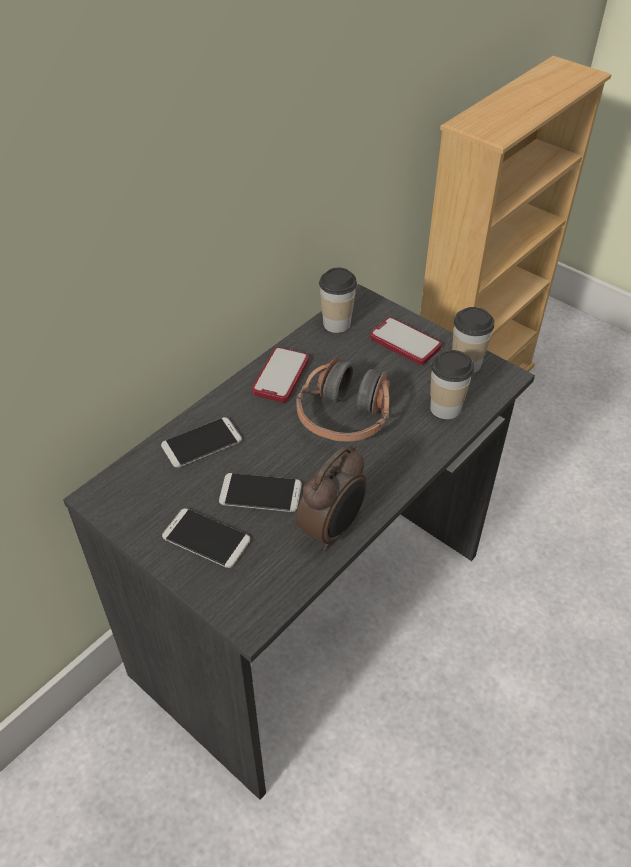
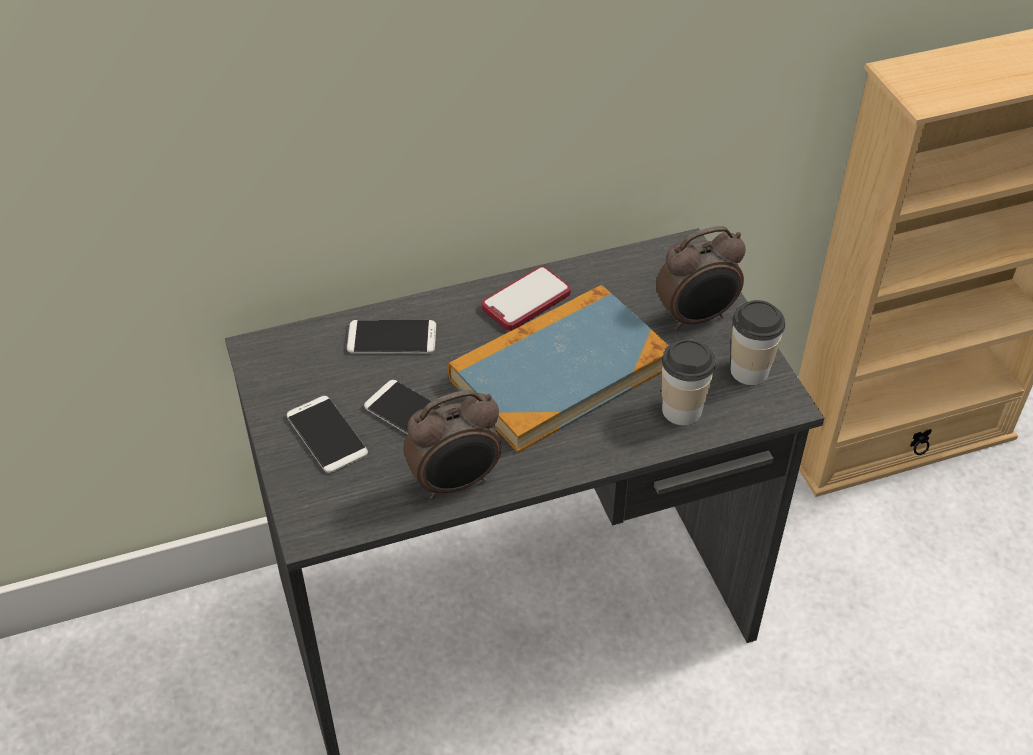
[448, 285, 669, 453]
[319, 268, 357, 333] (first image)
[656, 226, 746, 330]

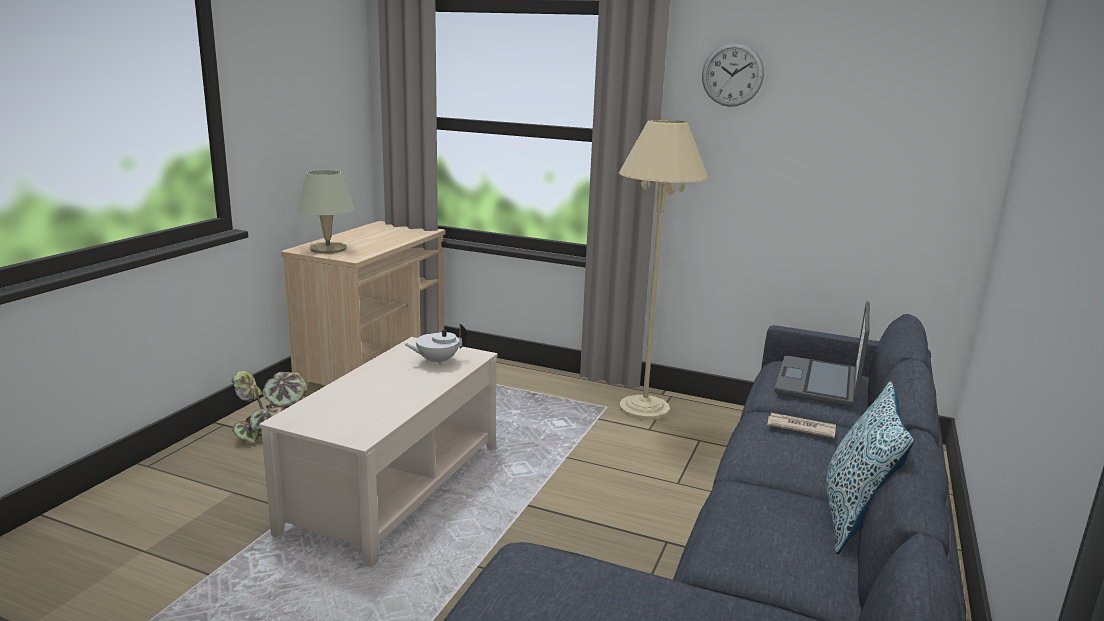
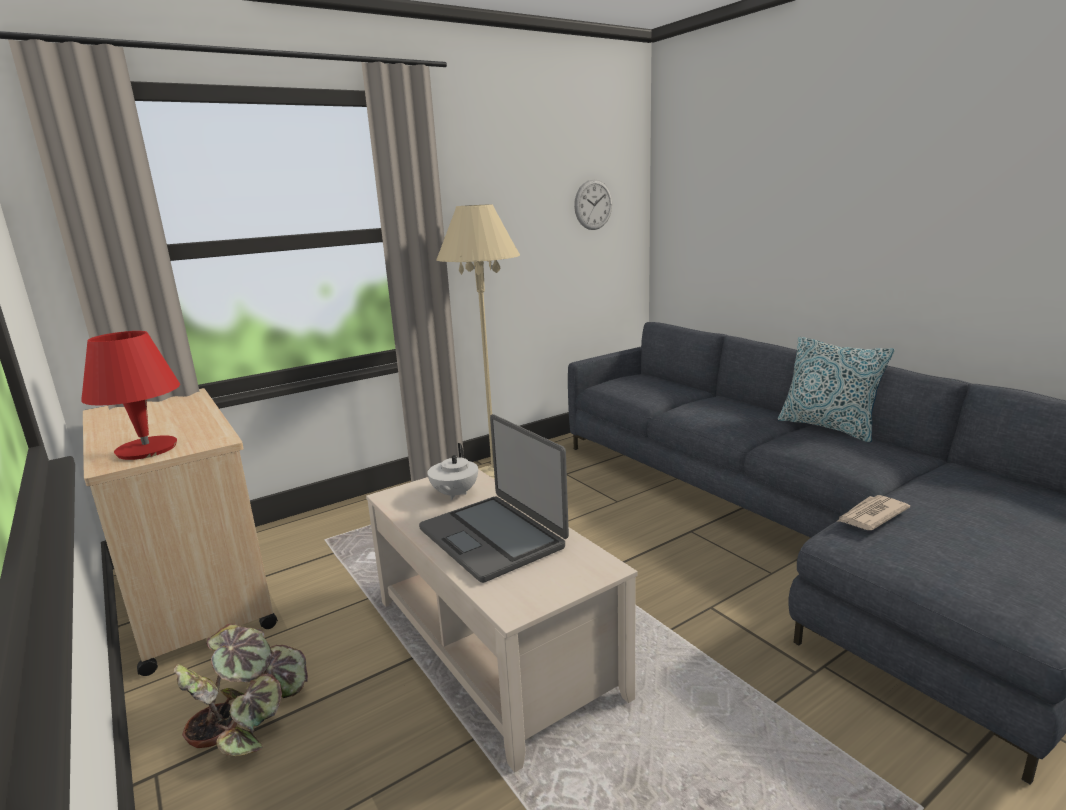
[81, 331, 180, 460]
[574, 179, 612, 230]
[836, 495, 910, 530]
[419, 414, 569, 583]

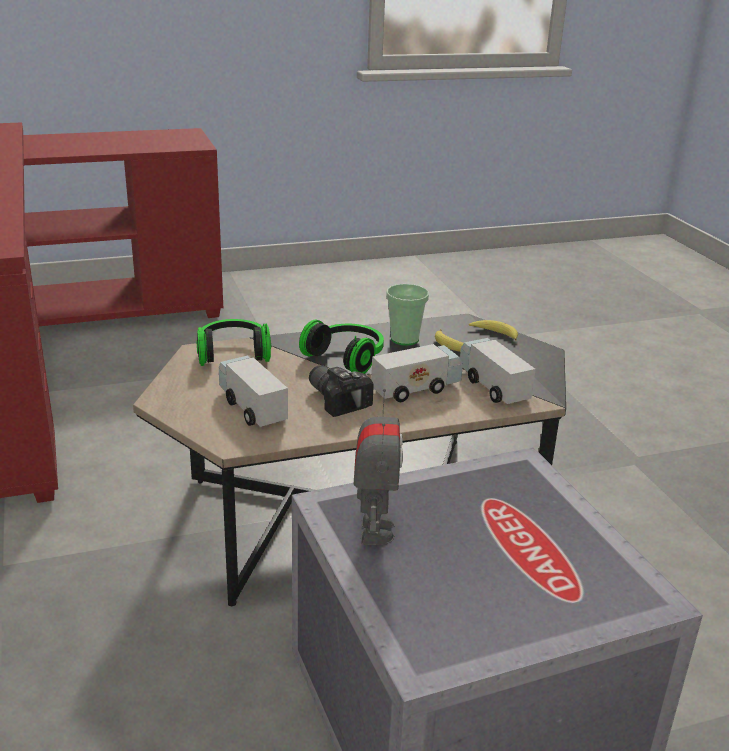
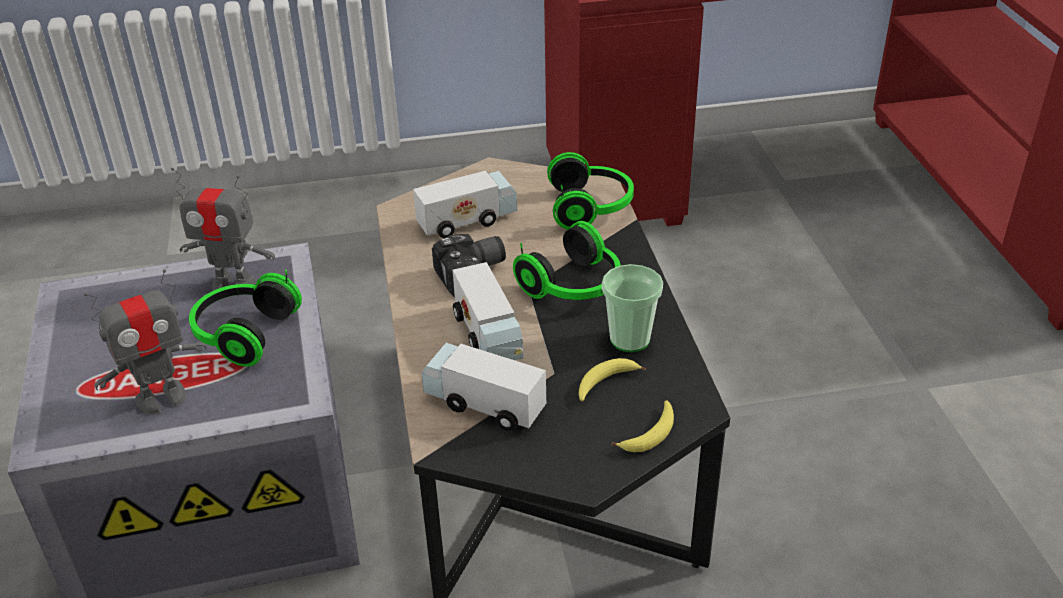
[422, 343, 546, 431]
[84, 269, 206, 415]
[189, 270, 302, 367]

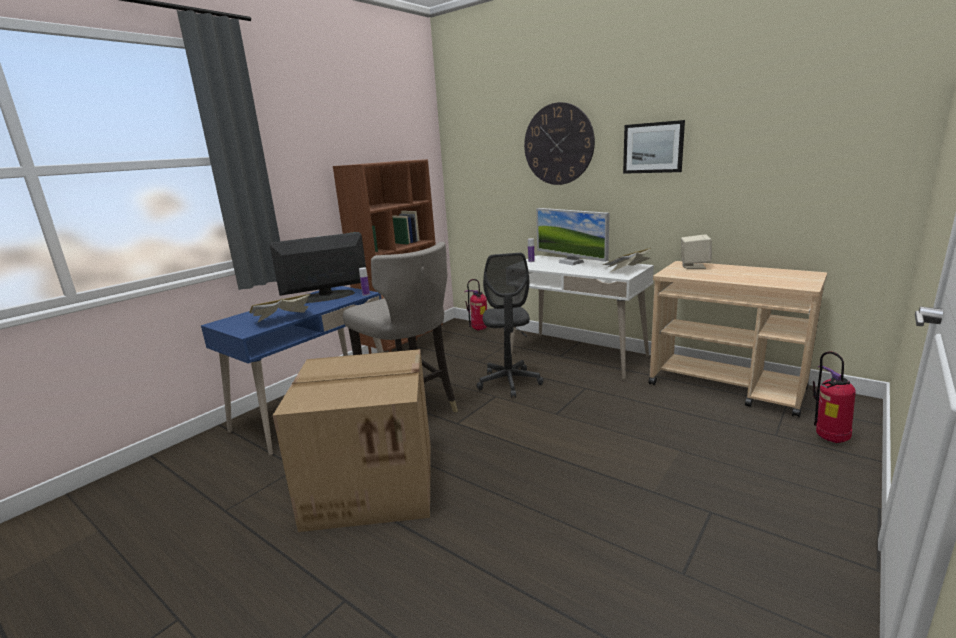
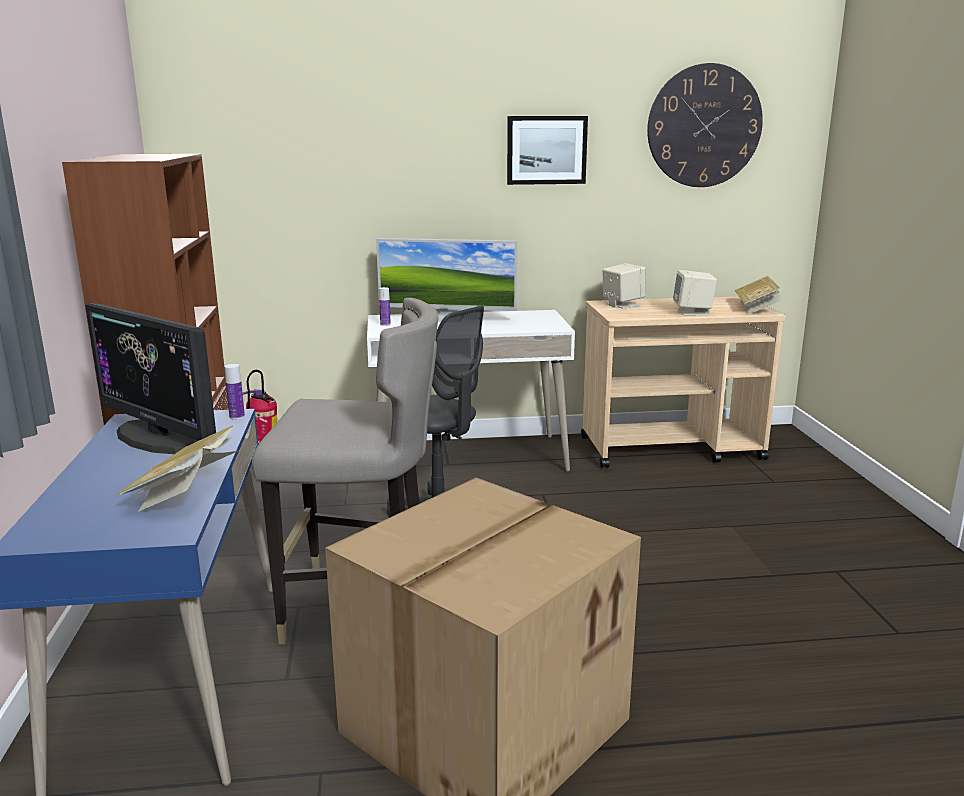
[85, 303, 216, 454]
[647, 63, 763, 187]
[735, 276, 783, 314]
[813, 351, 856, 443] (first image)
[673, 270, 717, 316]

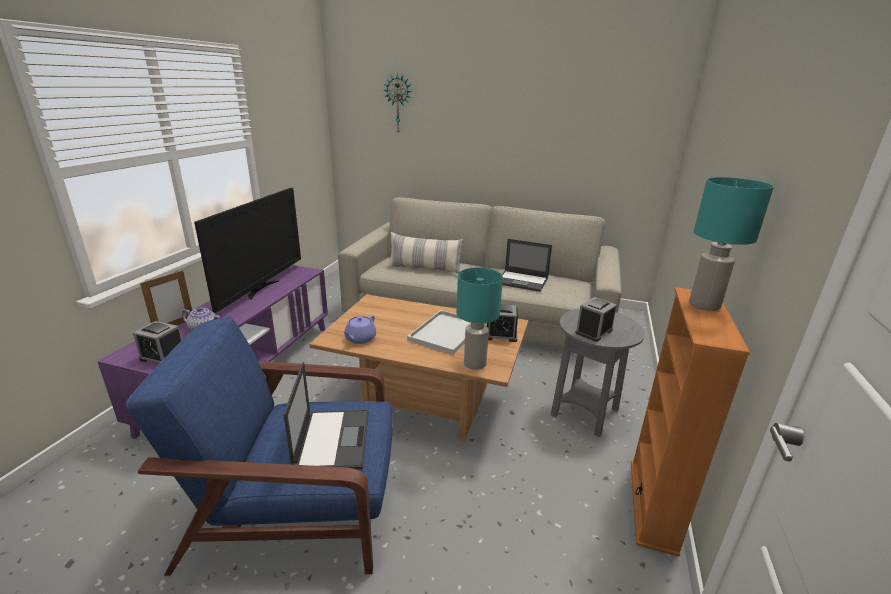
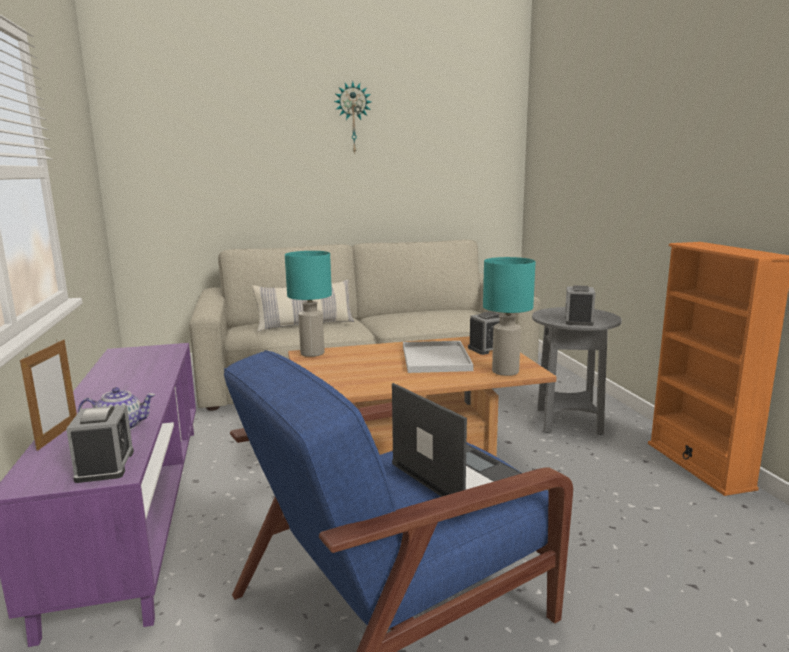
[66, 405, 134, 483]
[194, 188, 301, 313] (first image)
[343, 315, 376, 344] (first image)
[334, 81, 371, 155]
[502, 239, 552, 292] (first image)
[285, 251, 332, 357]

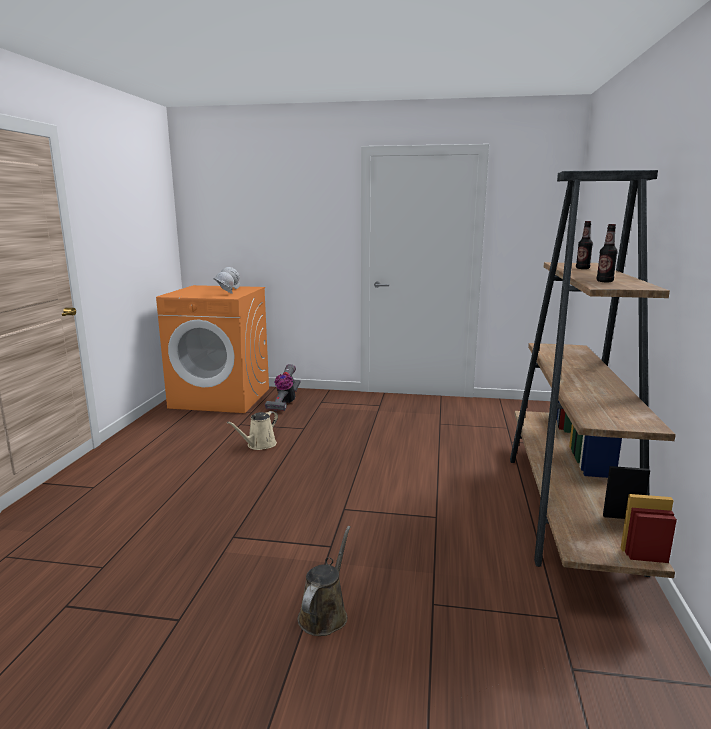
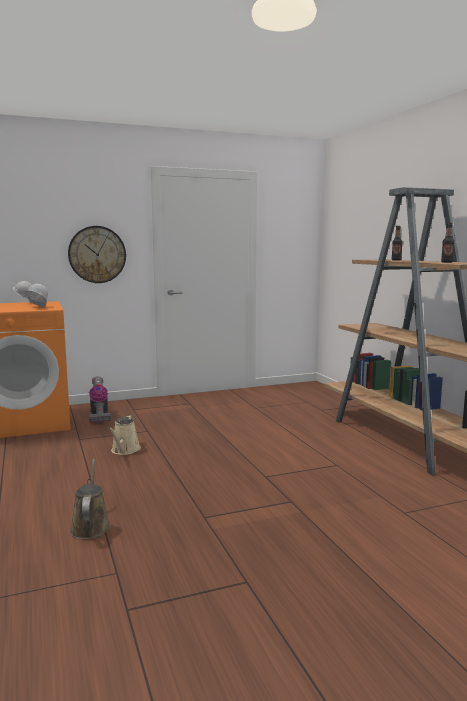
[69, 459, 111, 539]
[68, 226, 126, 283]

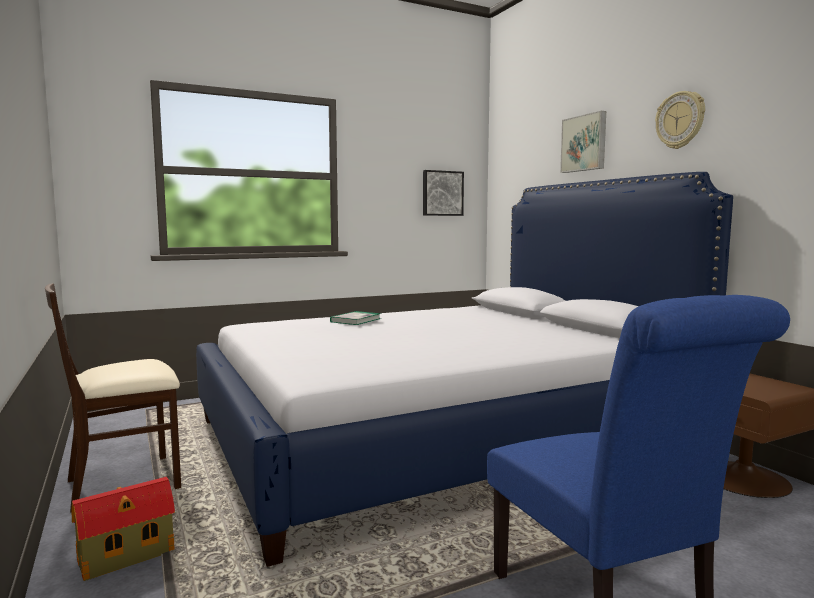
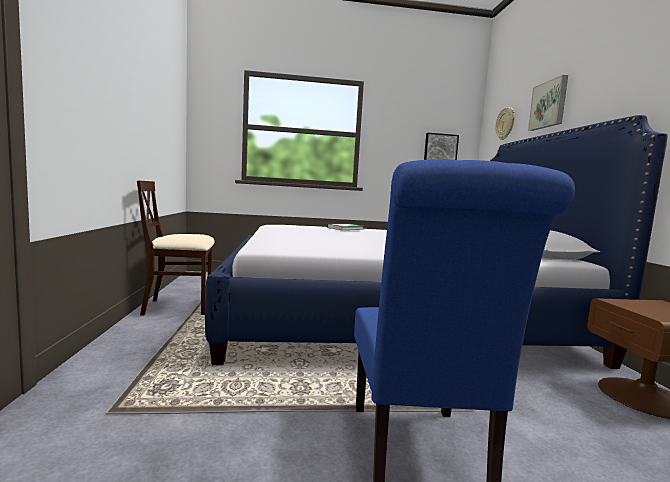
[72, 477, 175, 581] (first image)
[495, 107, 515, 140]

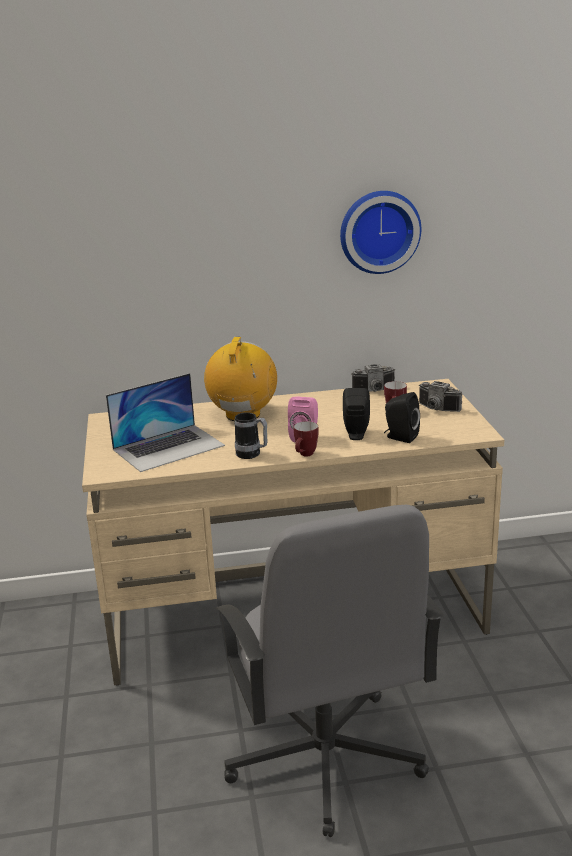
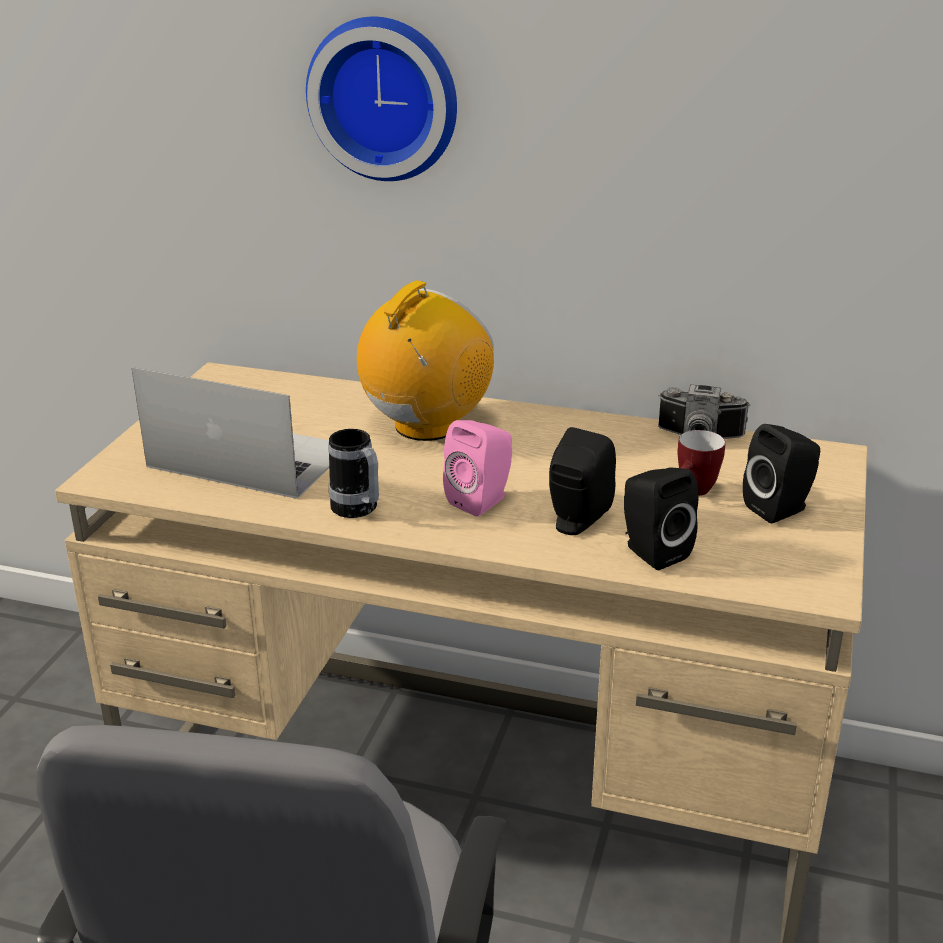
[132, 367, 329, 499]
[294, 421, 319, 457] (first image)
[306, 17, 457, 181]
[743, 424, 820, 523]

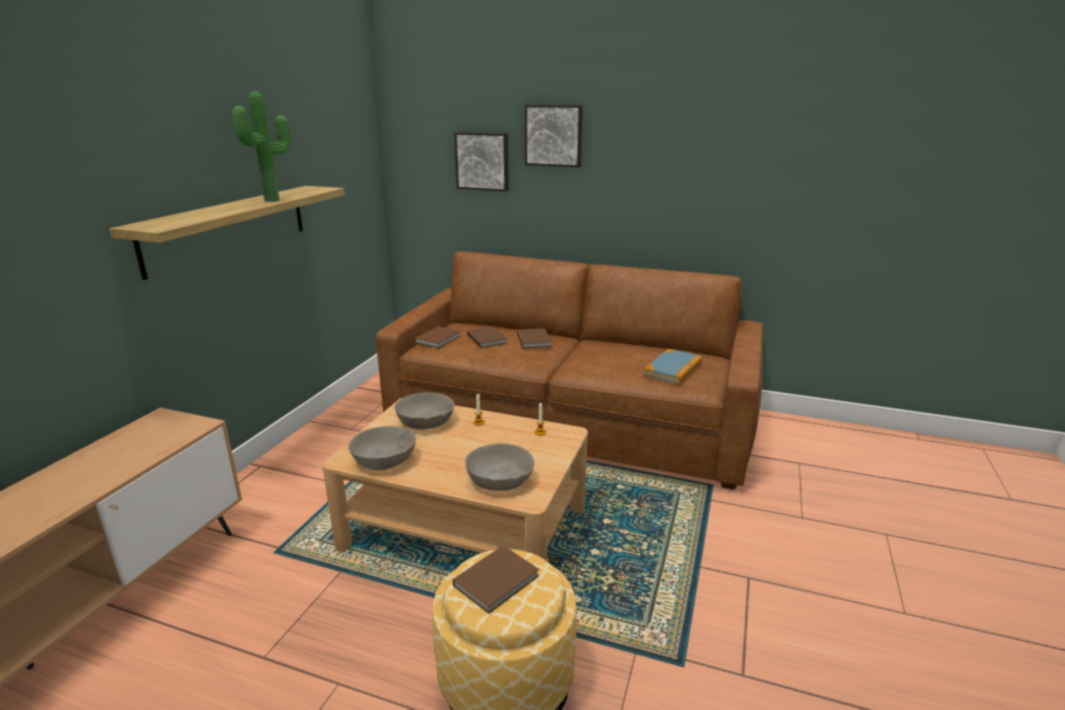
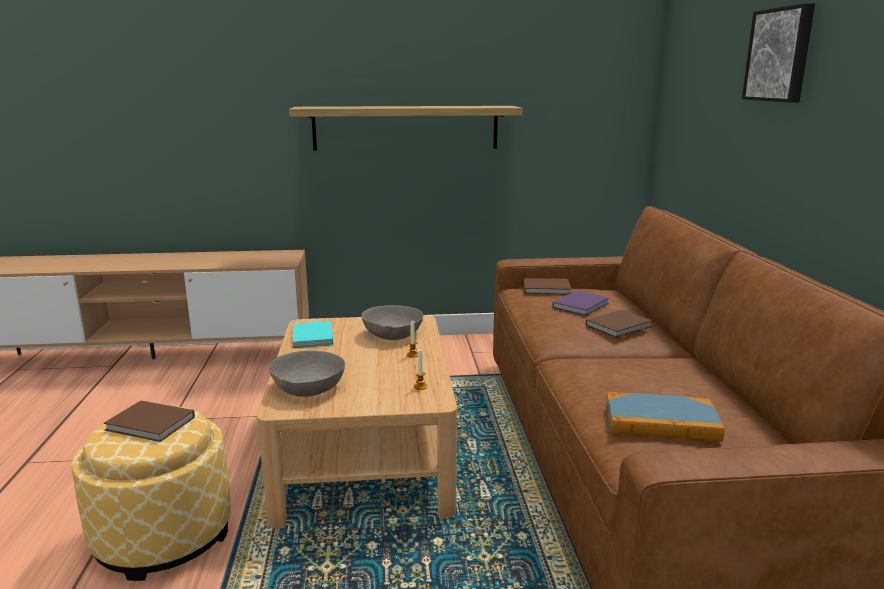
[232, 91, 291, 202] (first image)
[293, 321, 334, 348]
[454, 132, 509, 192] (first image)
[552, 291, 609, 316]

